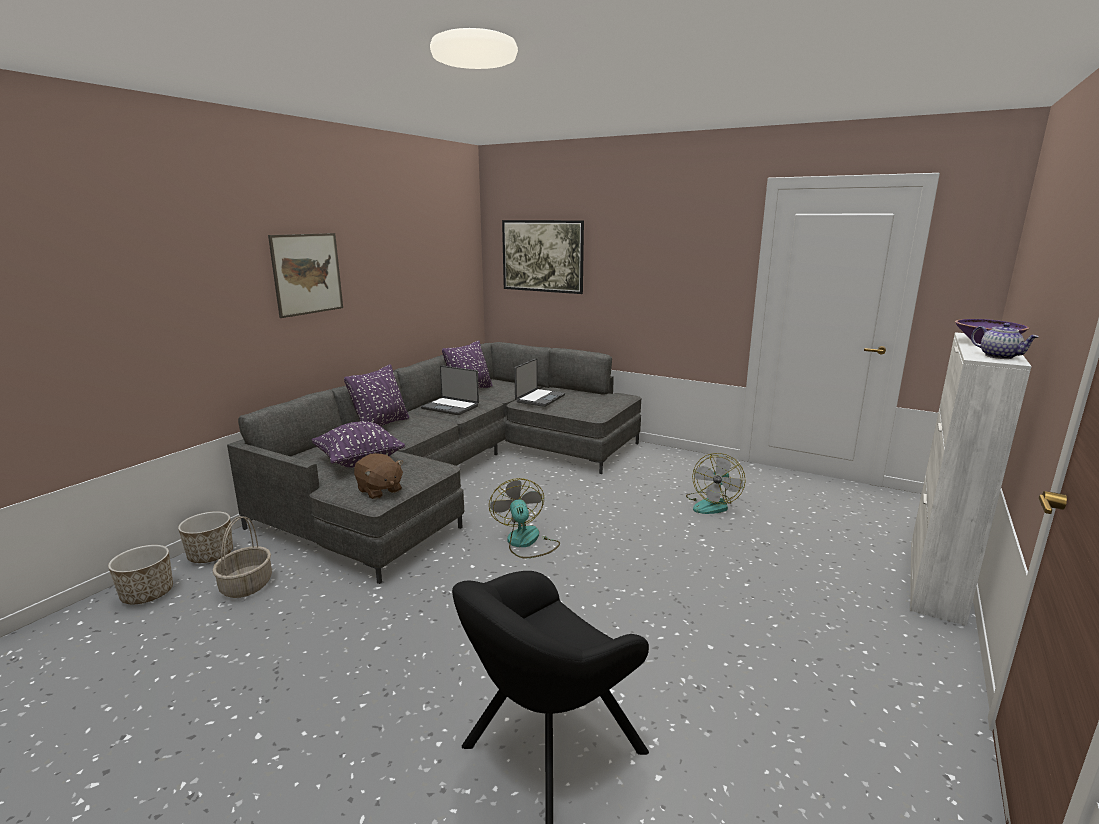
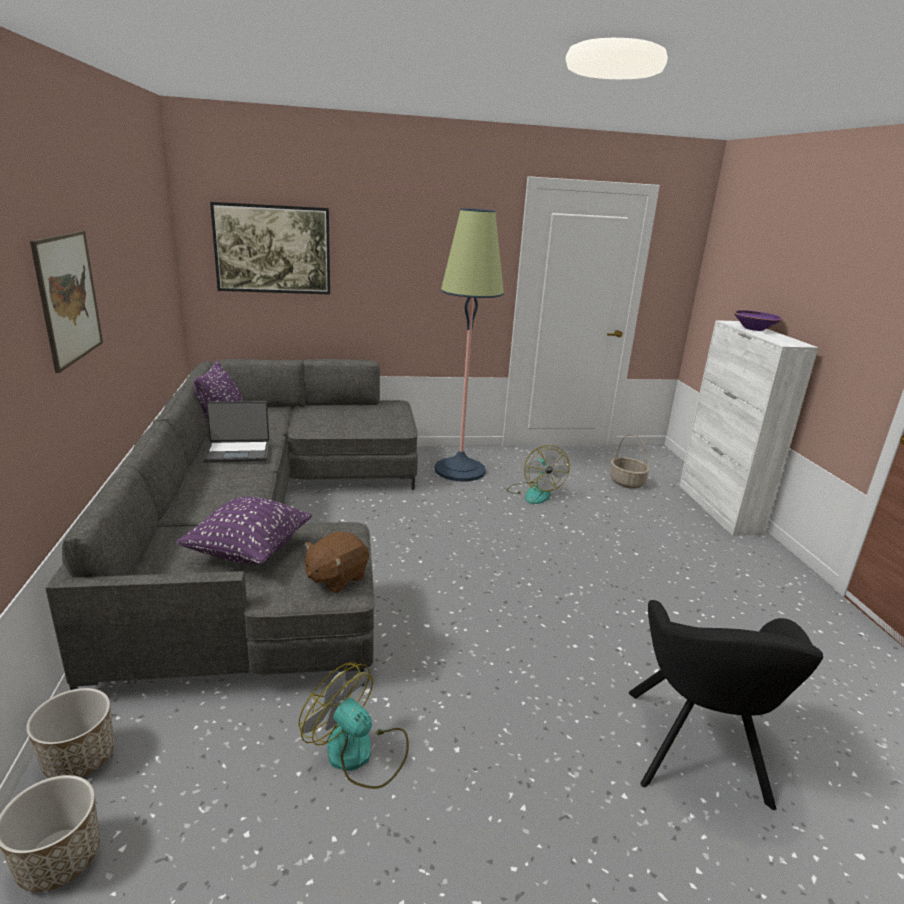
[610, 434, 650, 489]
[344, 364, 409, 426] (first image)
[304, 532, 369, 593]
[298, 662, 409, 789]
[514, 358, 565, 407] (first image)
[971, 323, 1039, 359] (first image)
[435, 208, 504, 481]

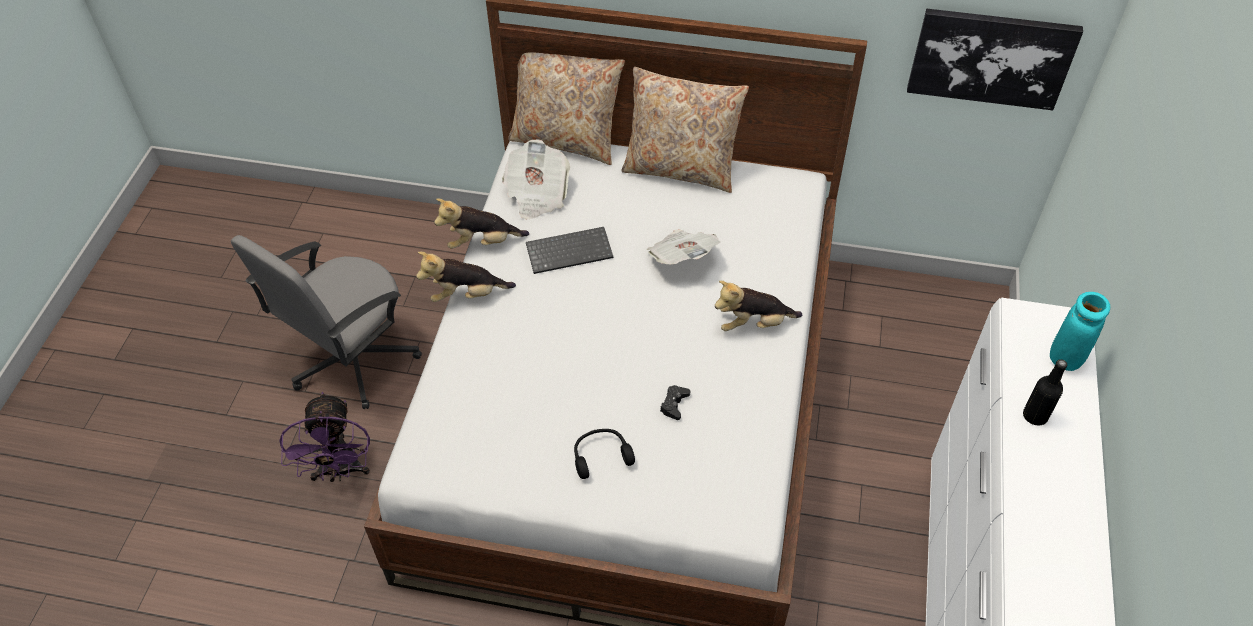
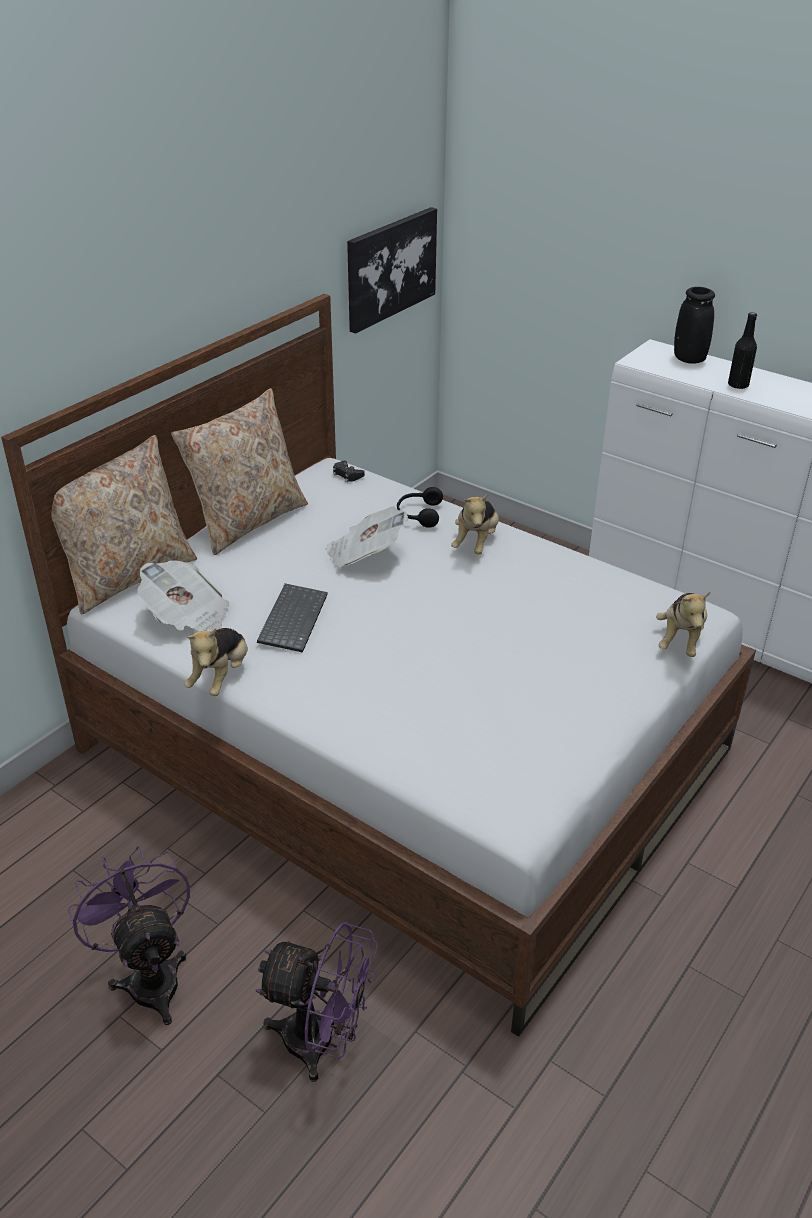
[68, 846, 190, 1025]
[656, 591, 711, 657]
[397, 487, 443, 528]
[333, 461, 365, 482]
[674, 287, 715, 364]

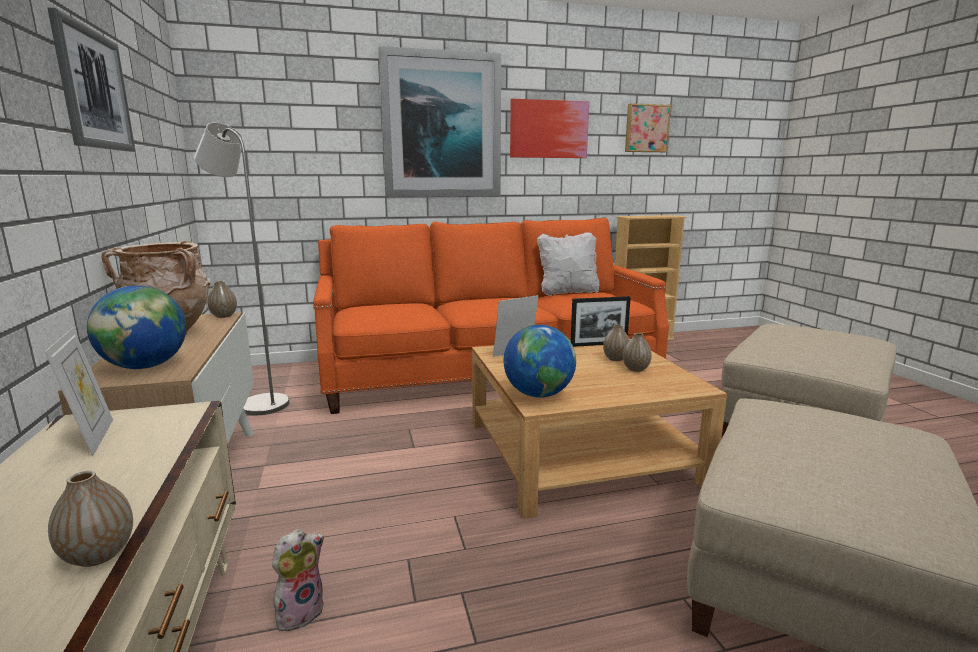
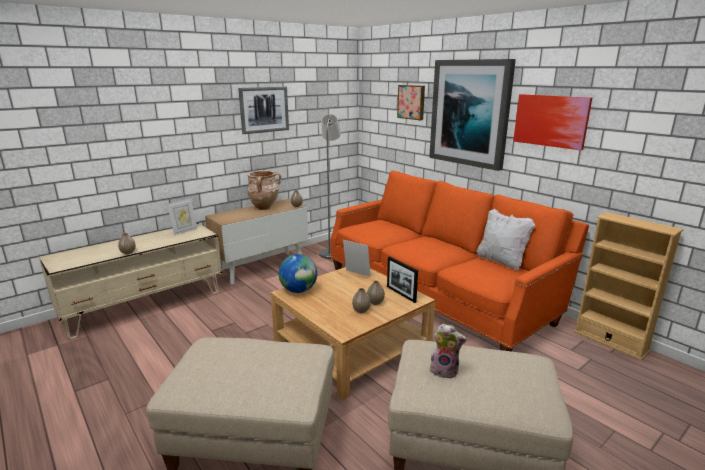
[87, 285, 186, 369] (first image)
[430, 323, 467, 379]
[397, 85, 425, 120]

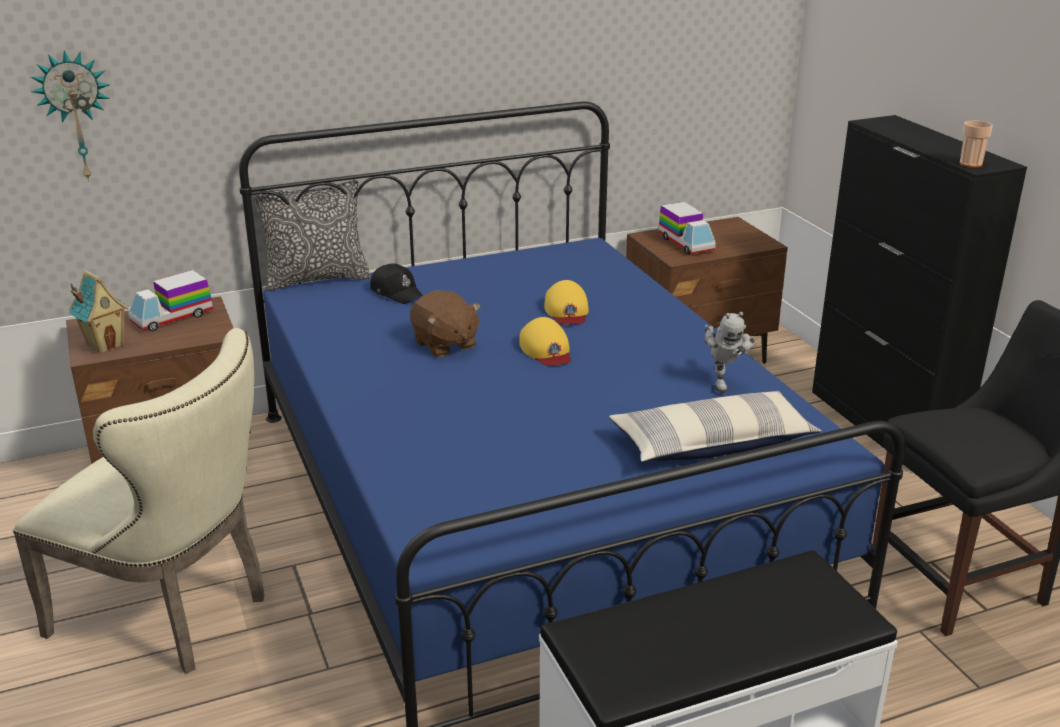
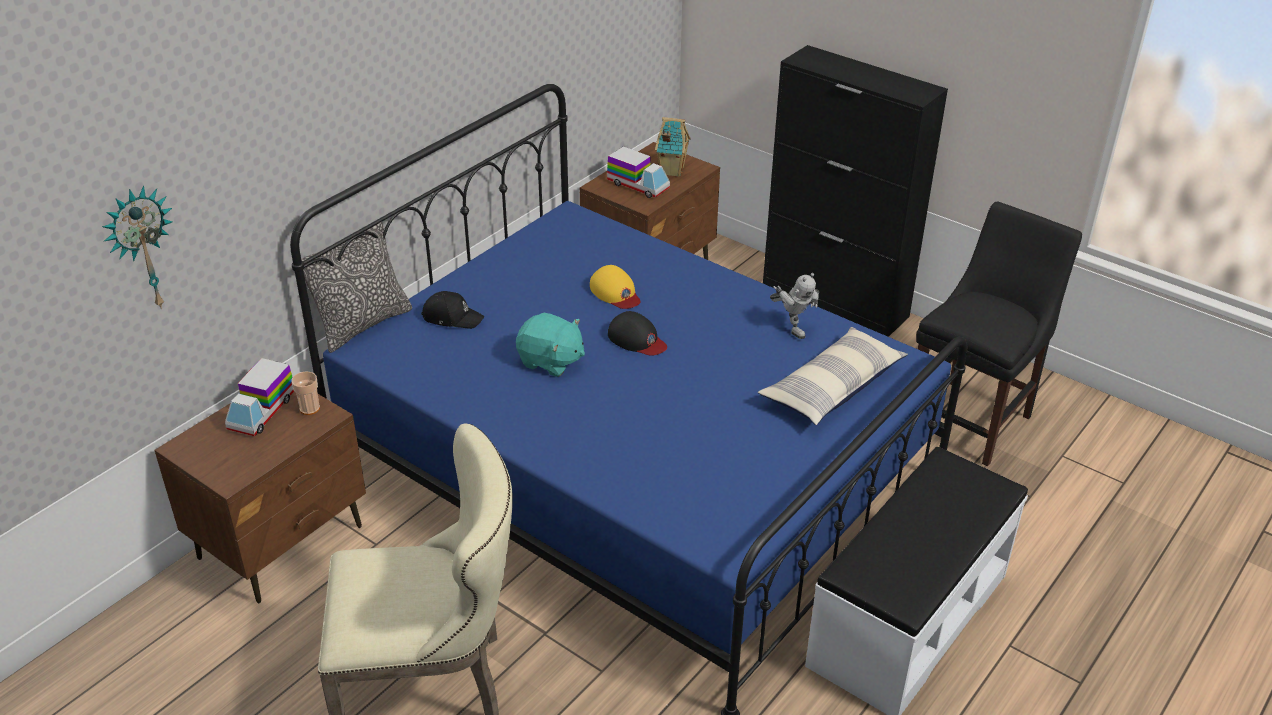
[655, 117, 691, 177]
[516, 313, 585, 377]
[608, 311, 667, 356]
[291, 371, 320, 415]

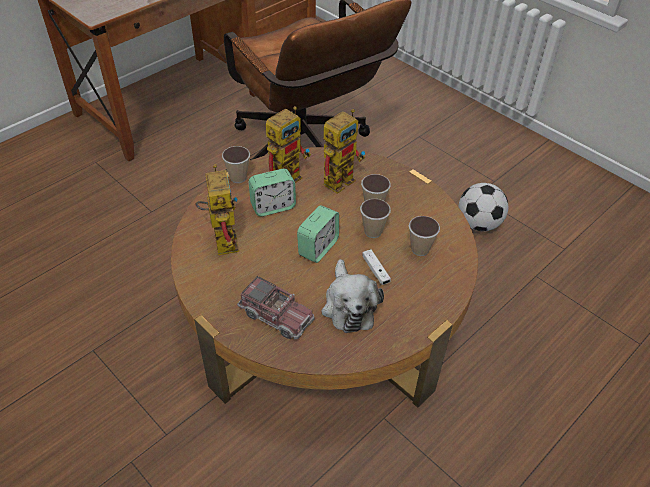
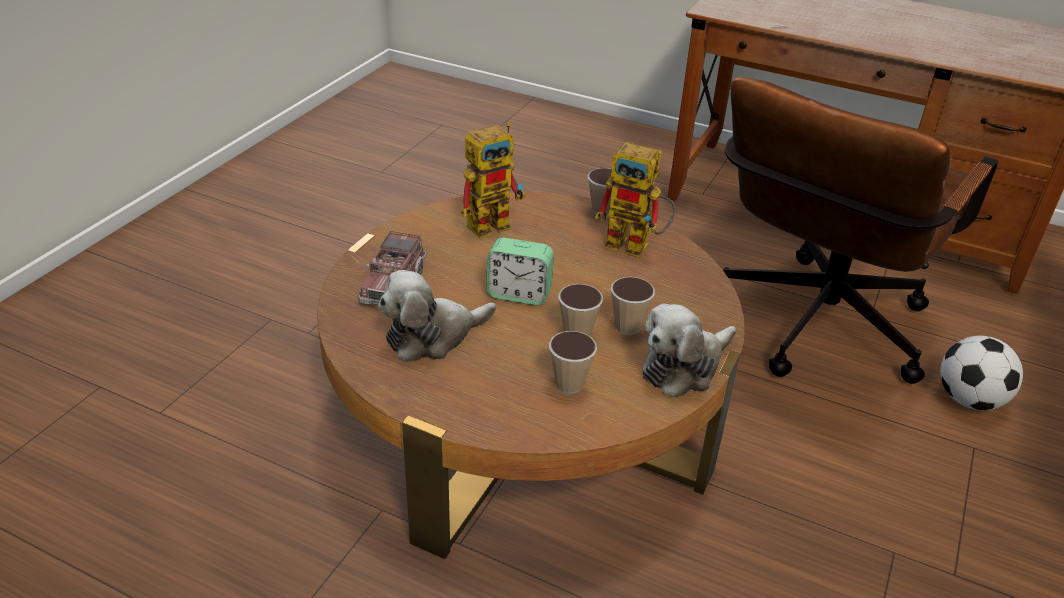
[249, 169, 296, 217] (first image)
[323, 109, 366, 194] (first image)
[362, 249, 391, 285] (first image)
[940, 336, 1023, 410]
[642, 304, 736, 398]

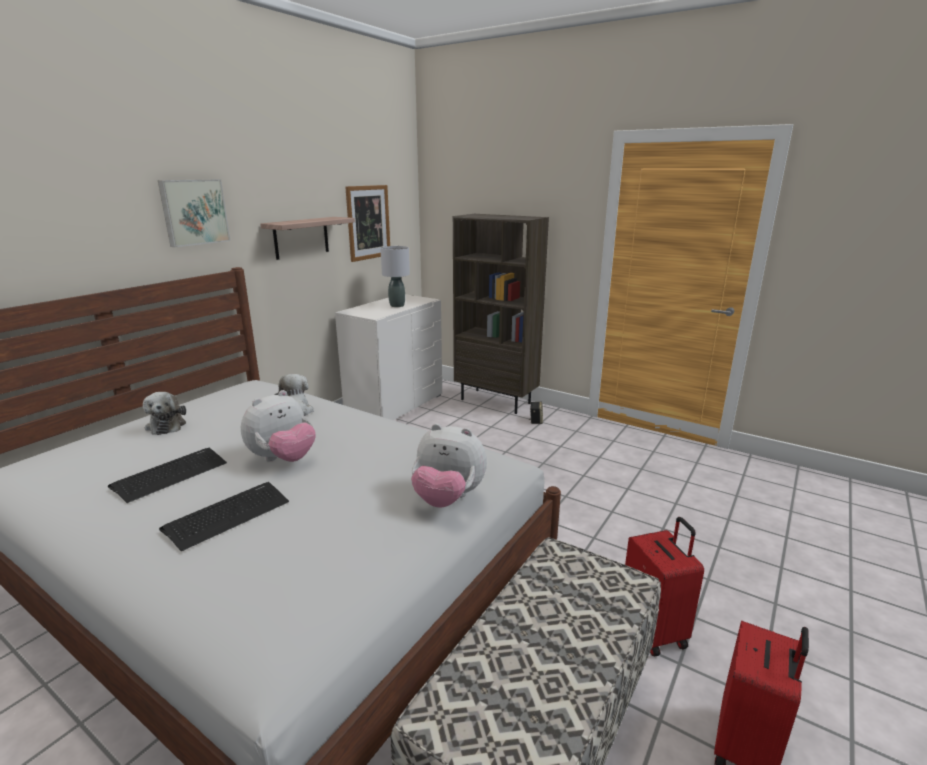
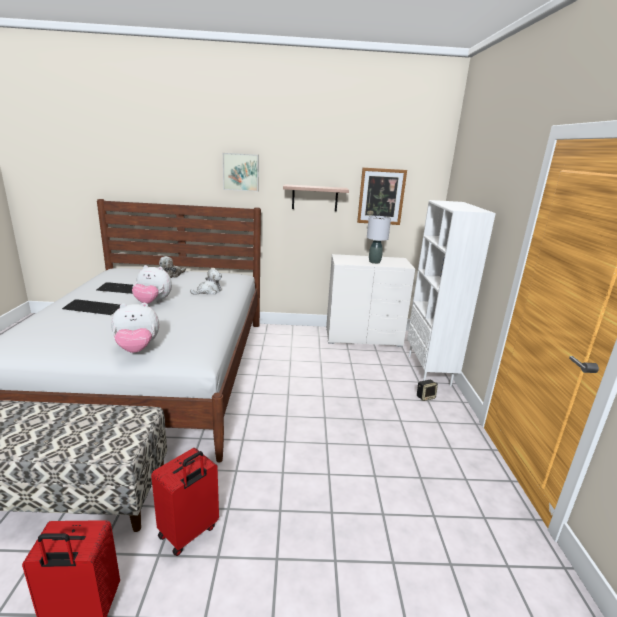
[111, 303, 159, 353]
[407, 200, 496, 386]

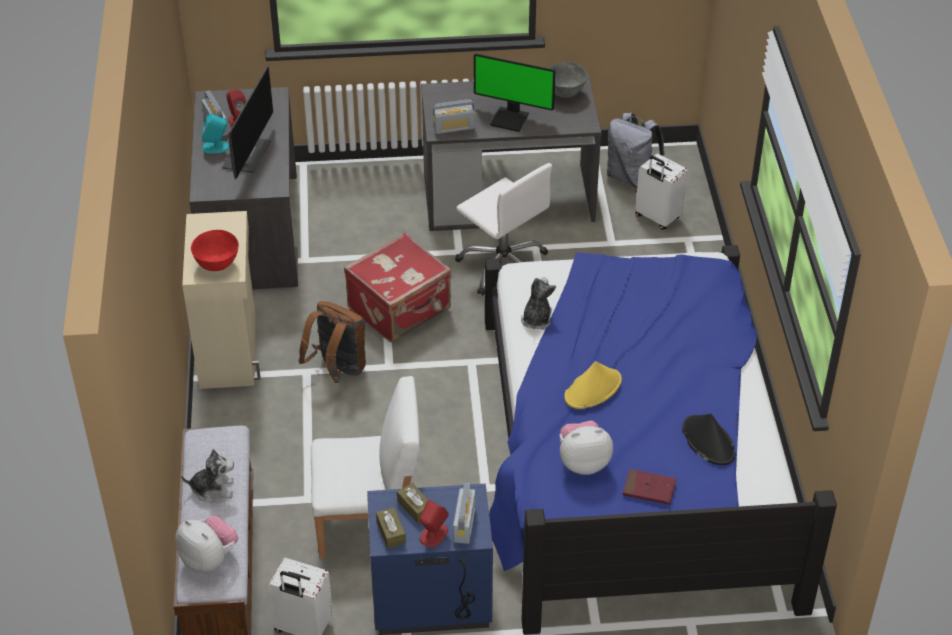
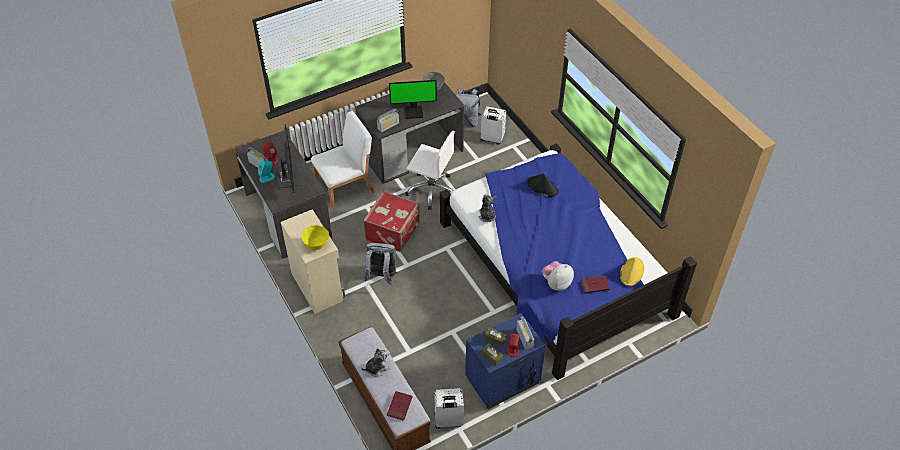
[387, 391, 413, 421]
[301, 225, 329, 250]
[364, 243, 397, 285]
[311, 111, 375, 209]
[620, 257, 644, 286]
[527, 173, 559, 197]

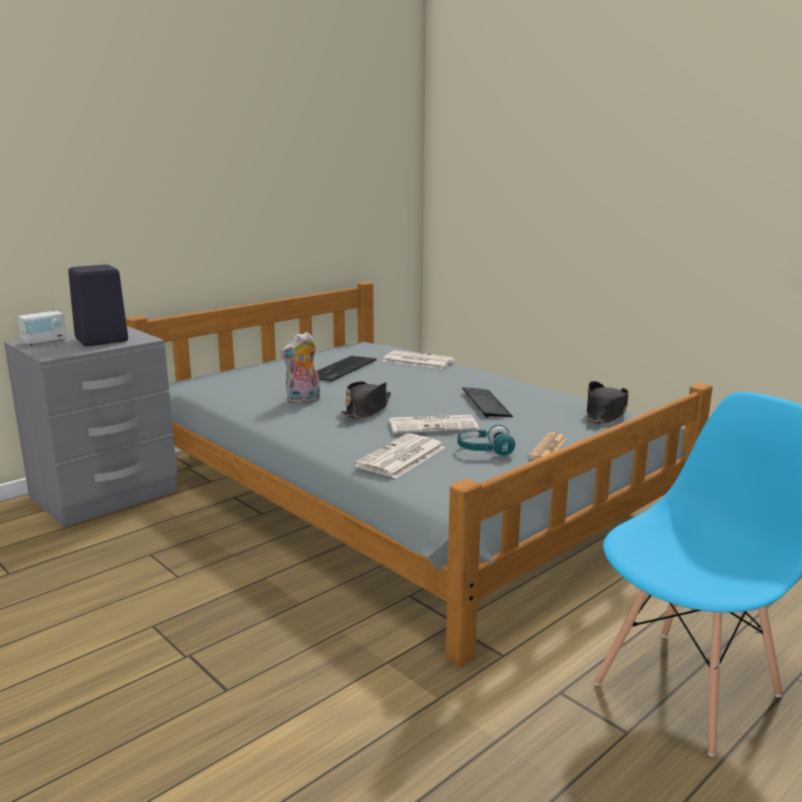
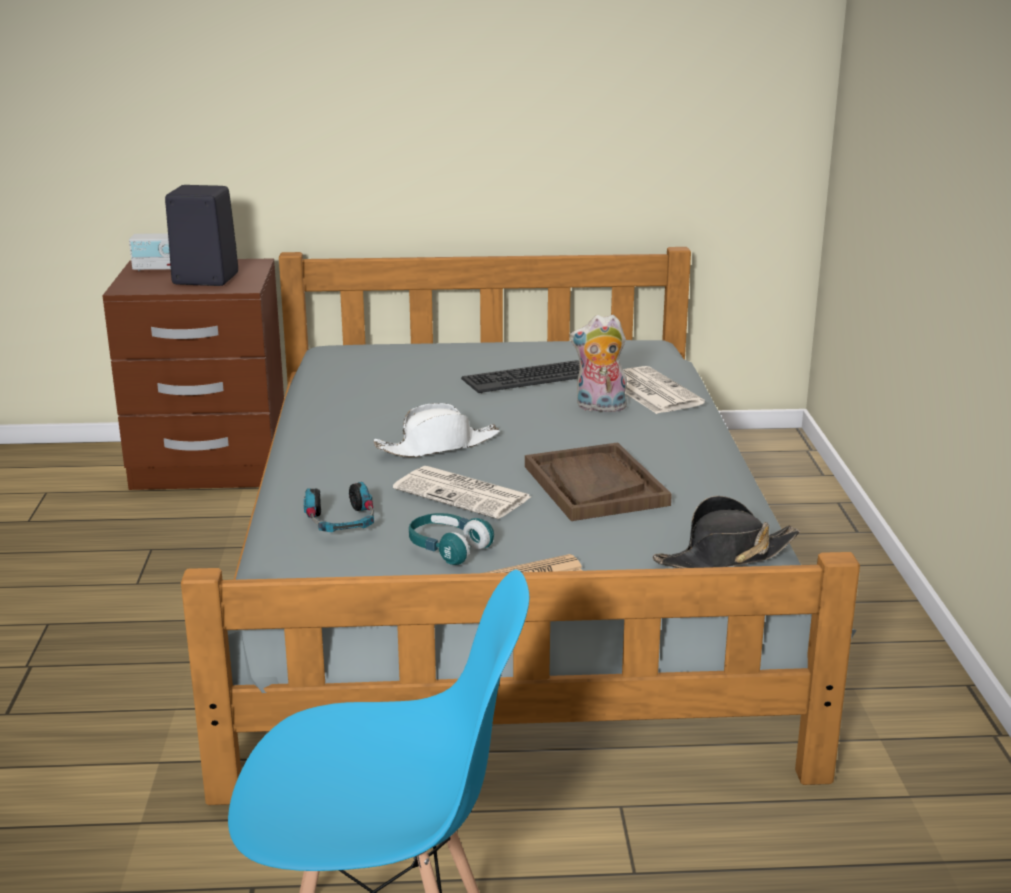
[102, 258, 284, 490]
[570, 314, 627, 412]
[374, 403, 500, 457]
[304, 482, 374, 533]
[525, 442, 672, 521]

